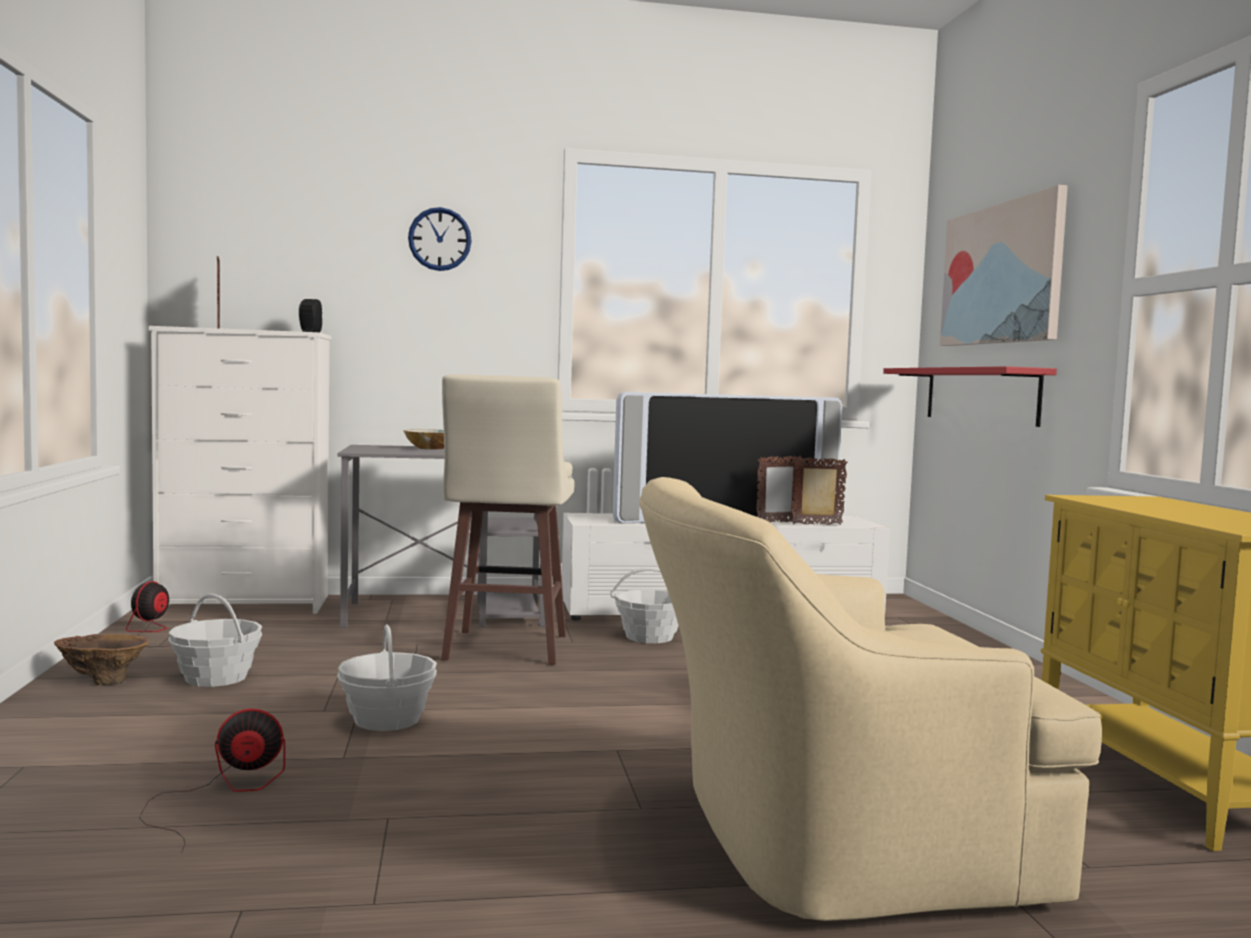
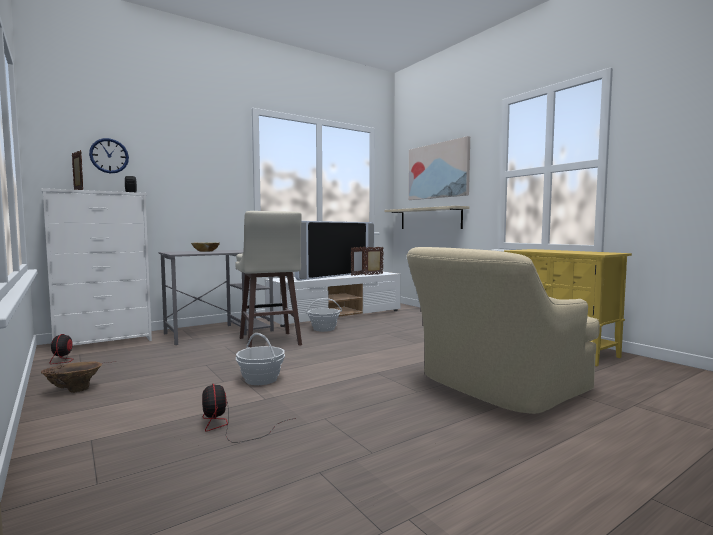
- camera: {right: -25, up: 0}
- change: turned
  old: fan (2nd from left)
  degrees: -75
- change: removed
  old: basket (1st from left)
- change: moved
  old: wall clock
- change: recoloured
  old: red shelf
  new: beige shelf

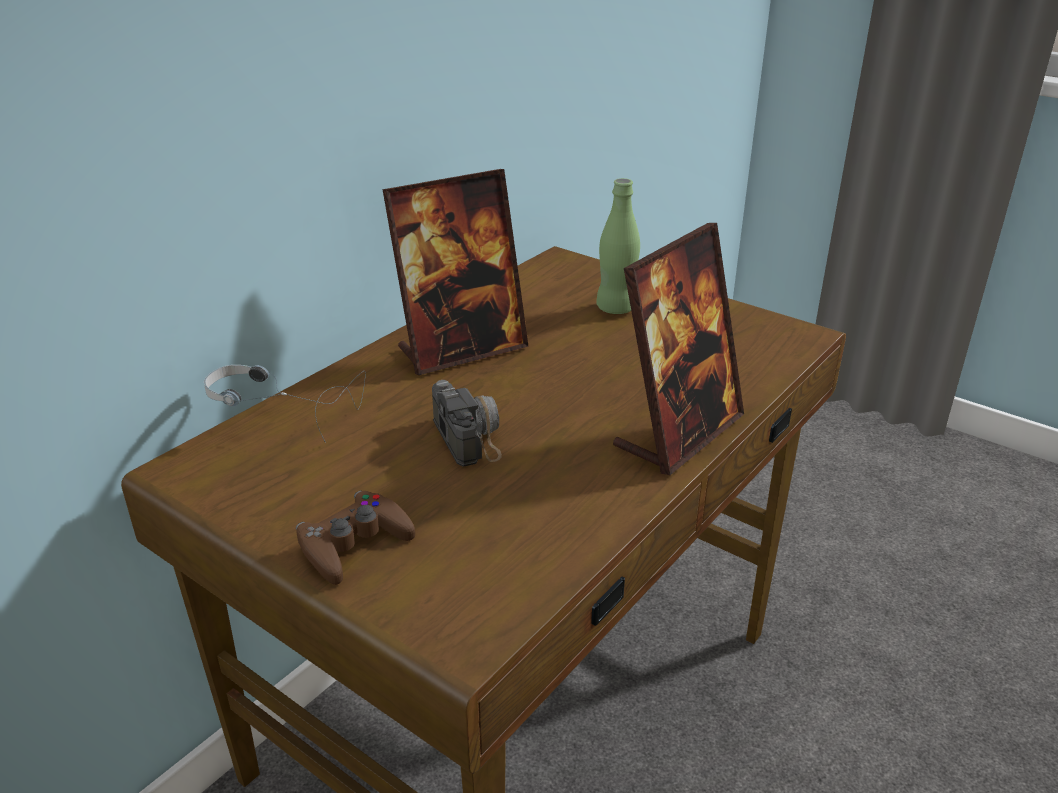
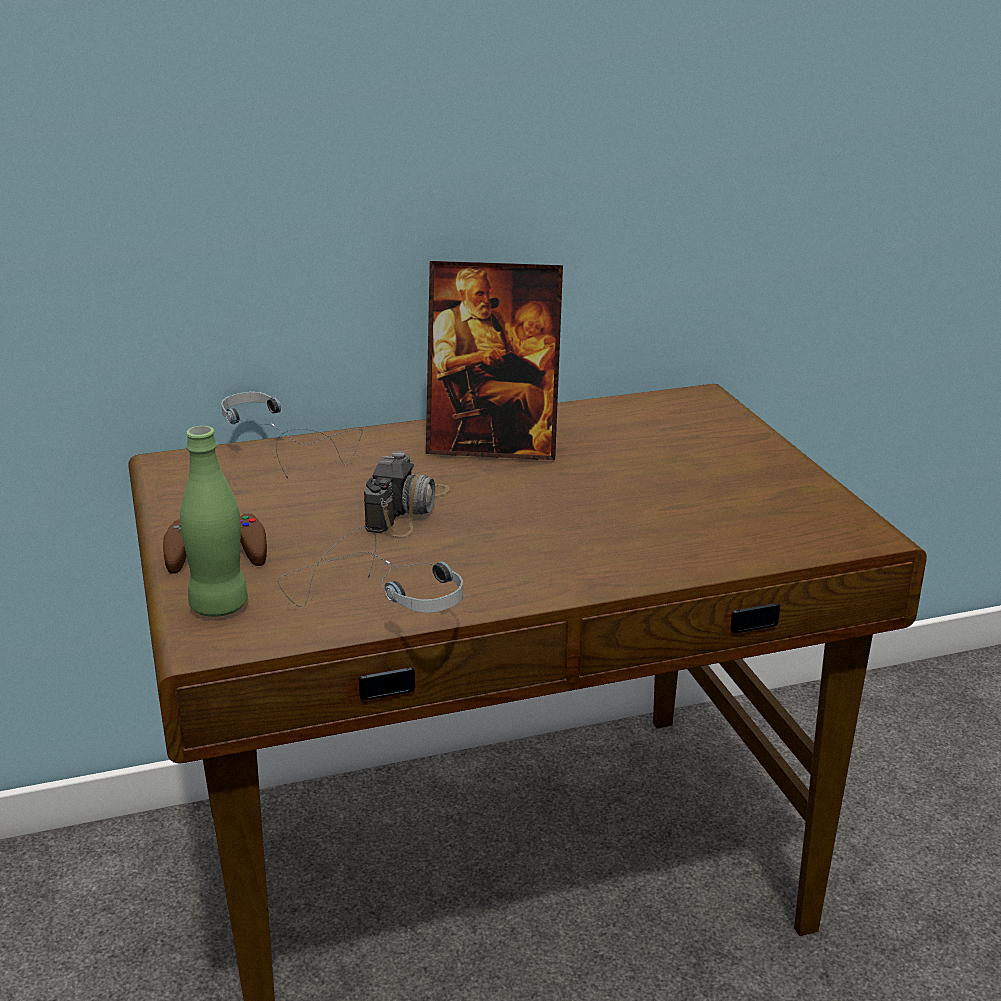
- camera: {right: 35, up: -5}
- change: moved
  old: green bottle
- change: removed
  old: picture frame (2nd from left)
- change: added
  new: headphones (2nd from left)

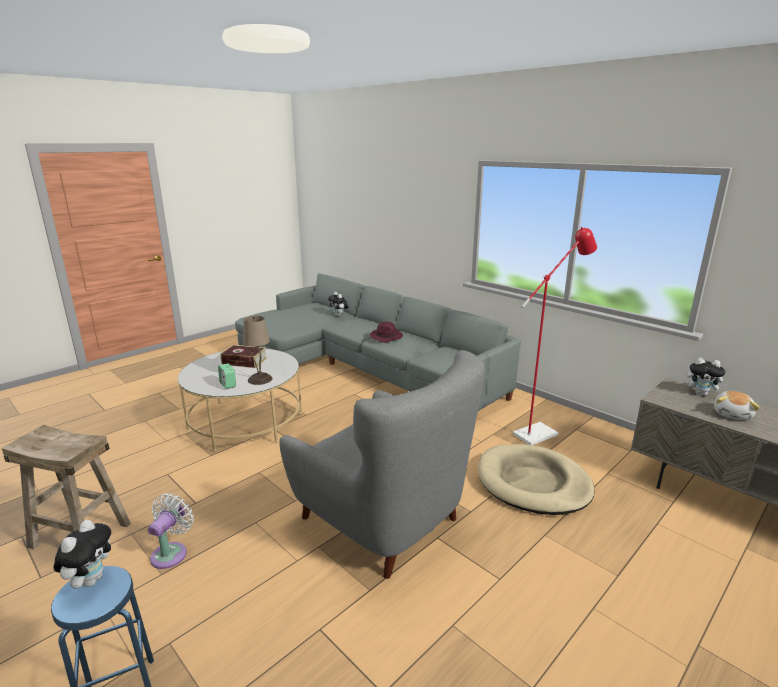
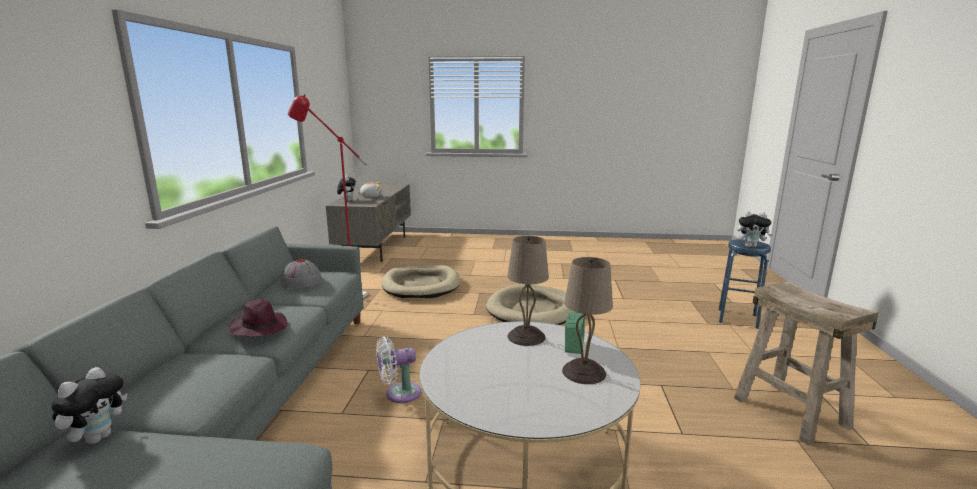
- camera: {right: -130, up: -5}
- change: turned
  old: plush toy (1st from left in the first image)
  degrees: -135
- change: moved
  old: white fan
- change: removed
  old: book
- change: replaced
  old: grey armchair
  new: beige dog bed (2nd from left)
- change: added
  new: grey hat
- change: added
  new: beige table lamp (2nd from left)

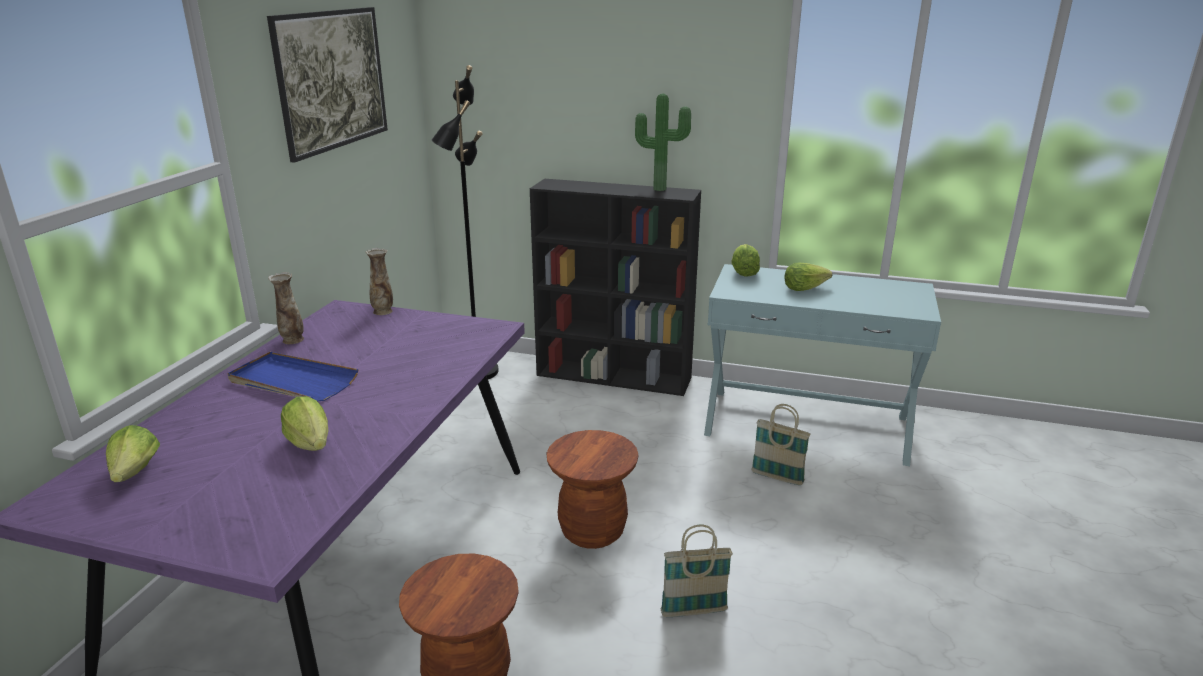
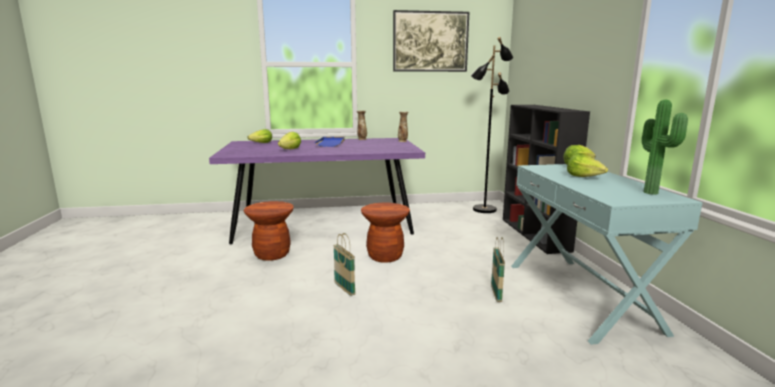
- camera: {right: 65, up: -10}
- change: moved
  old: potted plant

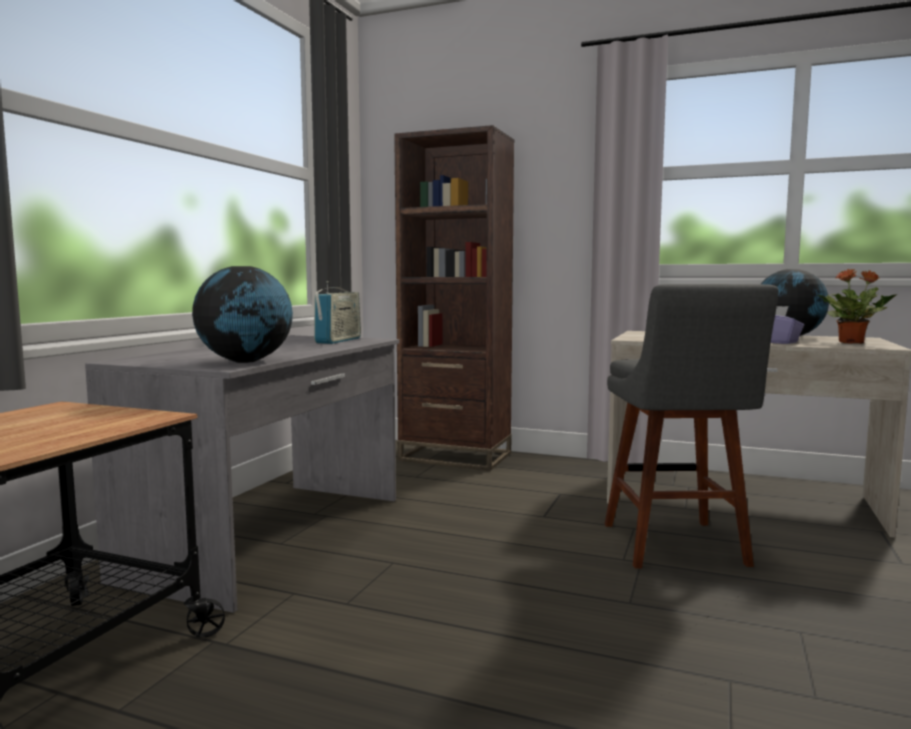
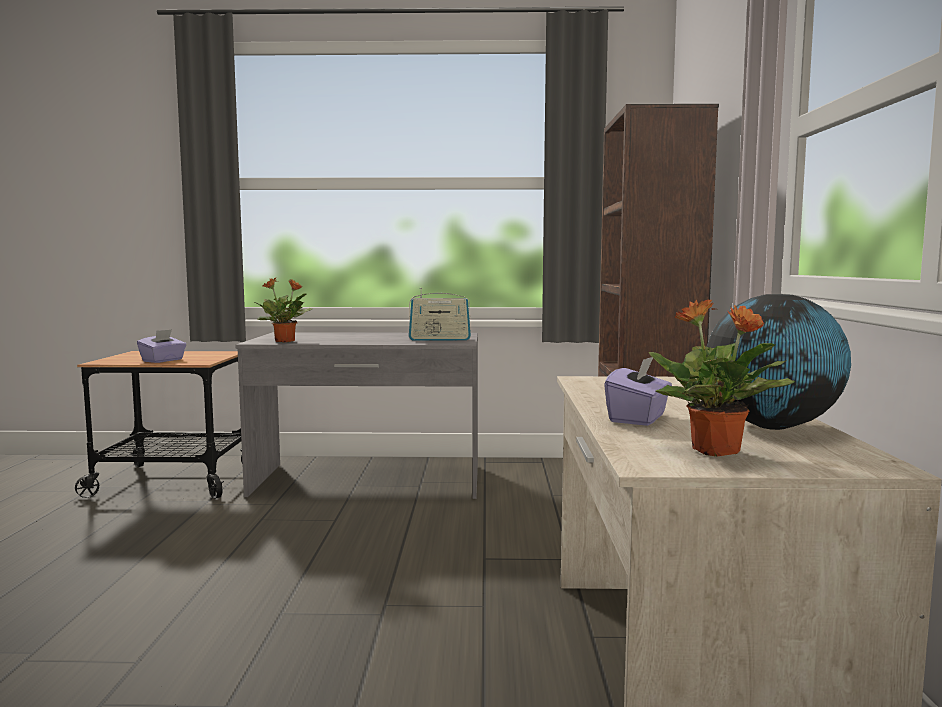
- camera: {right: 70, up: 0}
- change: replaced
  old: globe (1st from left)
  new: potted plant (1st from left)
- change: removed
  old: grey stool
- change: added
  new: purple tissue box (1st from left)

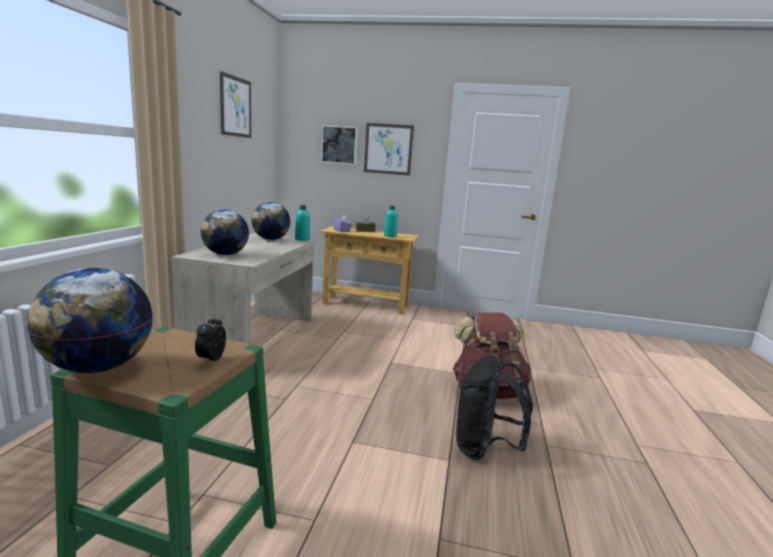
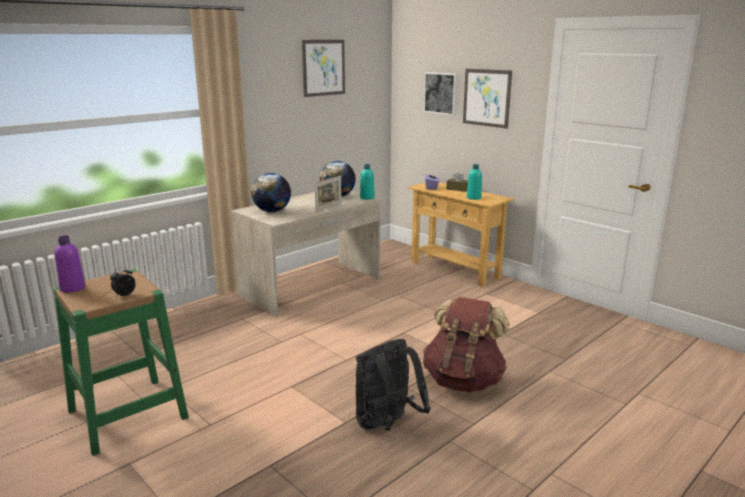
- camera: {right: 35, up: 5}
- change: replaced
  old: globe (1st from left)
  new: purple bottle
- change: added
  new: picture frame

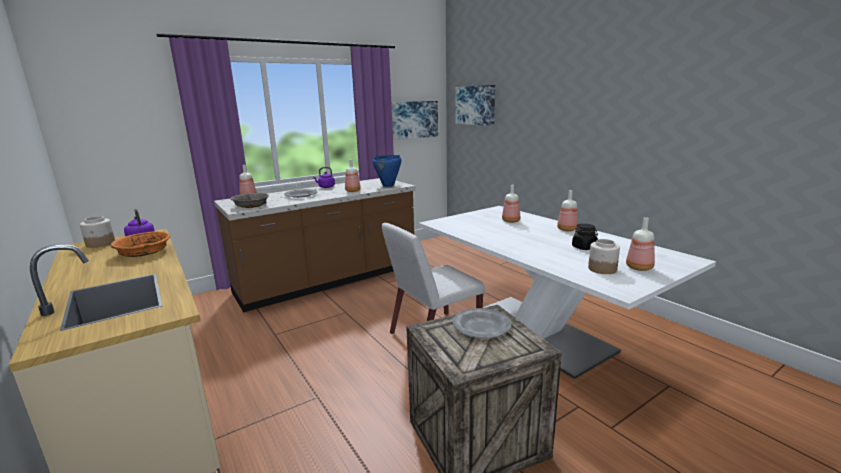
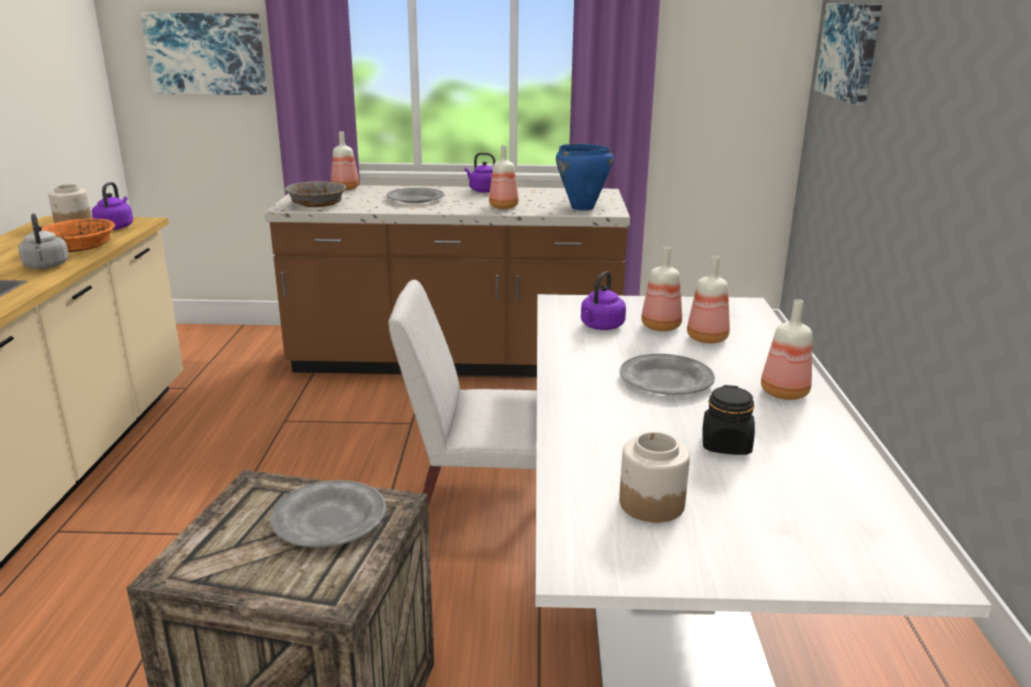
- camera: {right: 35, up: 5}
- change: moved
  old: picture (1st from left)
- change: moved
  old: bottle (5th from left in the first image)
  new: bottle (3rd from left)
- change: added
  new: grey kettle
- change: added
  new: purple kettle (3rd from left)
- change: added
  new: grey plate (3rd from left)

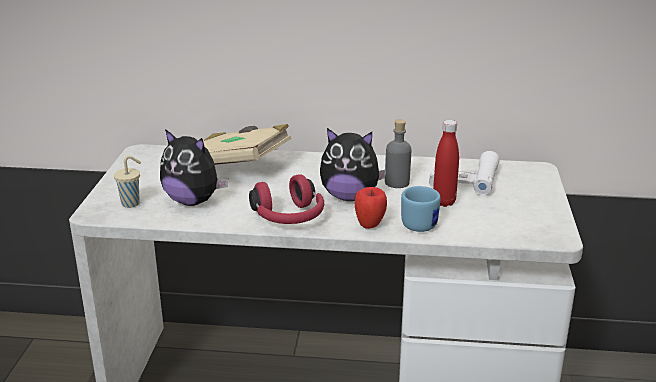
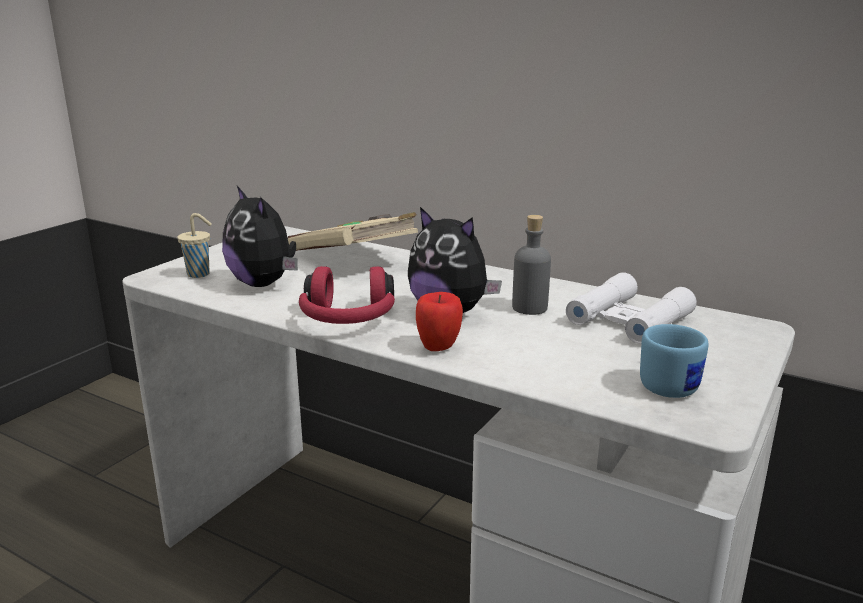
- camera: {right: 25, up: -5}
- change: moved
  old: blue mug
- change: removed
  old: red bottle

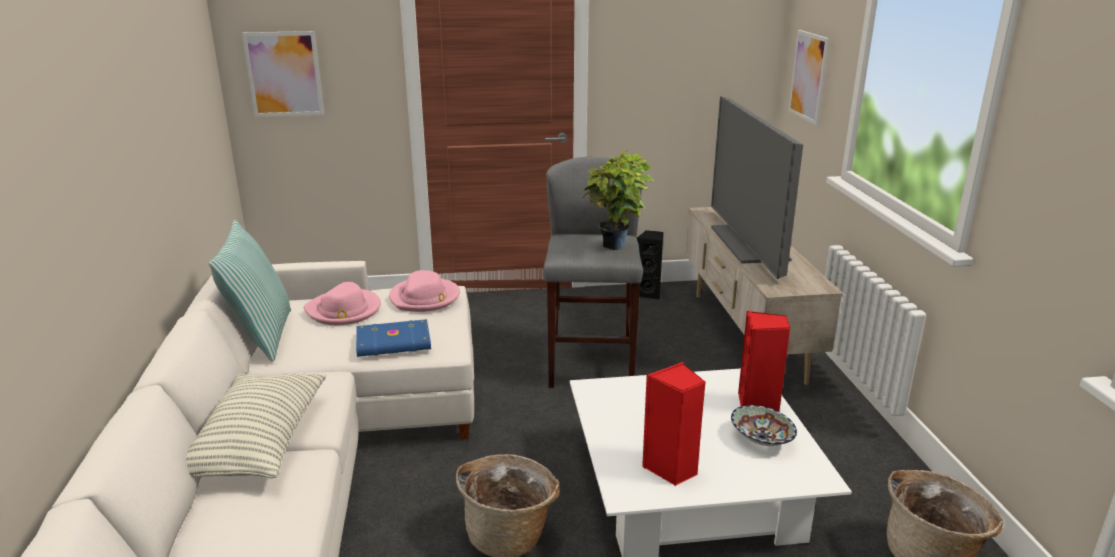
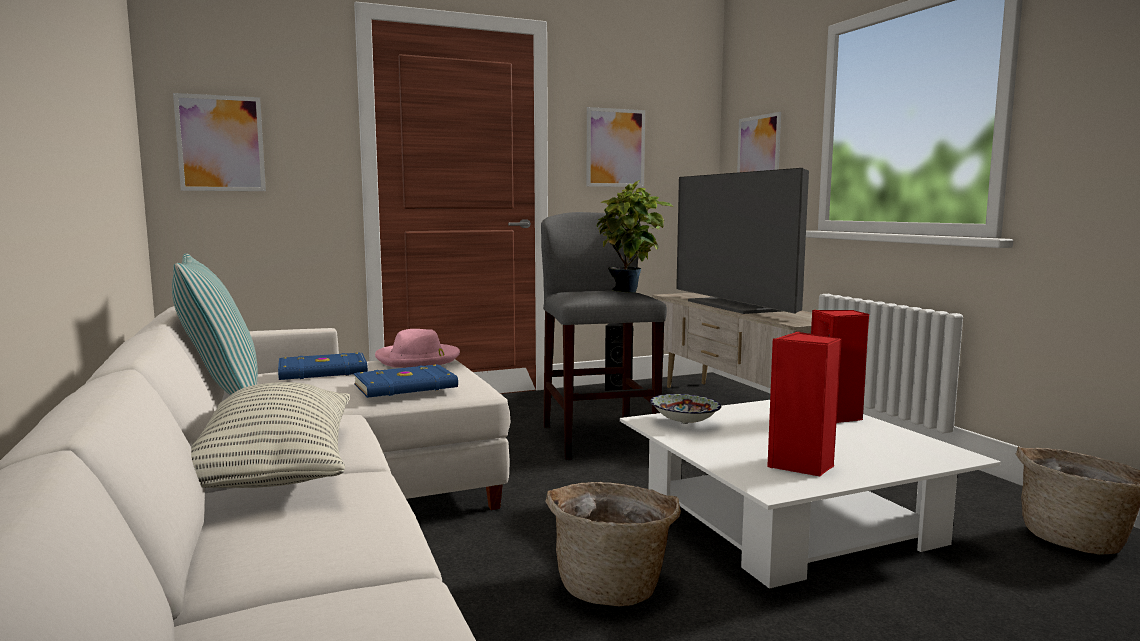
- camera: {right: -15, up: -15}
- change: replaced
  old: pink hat (1st from left)
  new: blue book (1st from left)
- change: moved
  old: bowl
- change: added
  new: picture (2nd from left)

